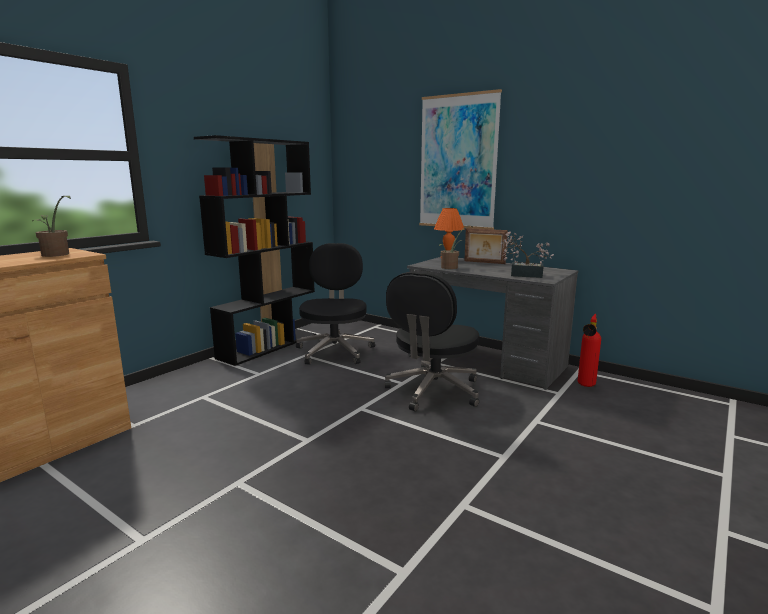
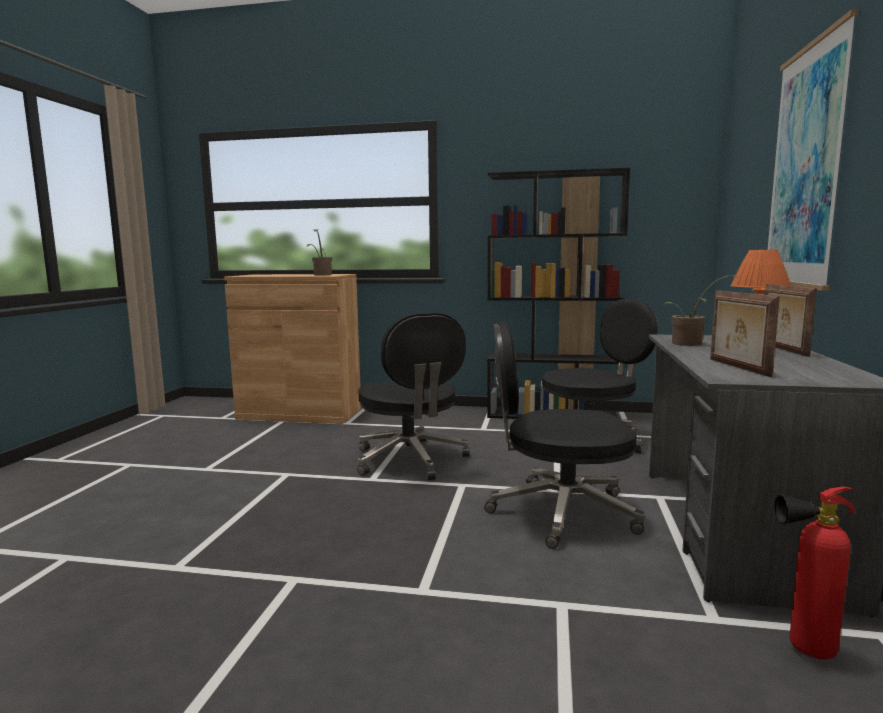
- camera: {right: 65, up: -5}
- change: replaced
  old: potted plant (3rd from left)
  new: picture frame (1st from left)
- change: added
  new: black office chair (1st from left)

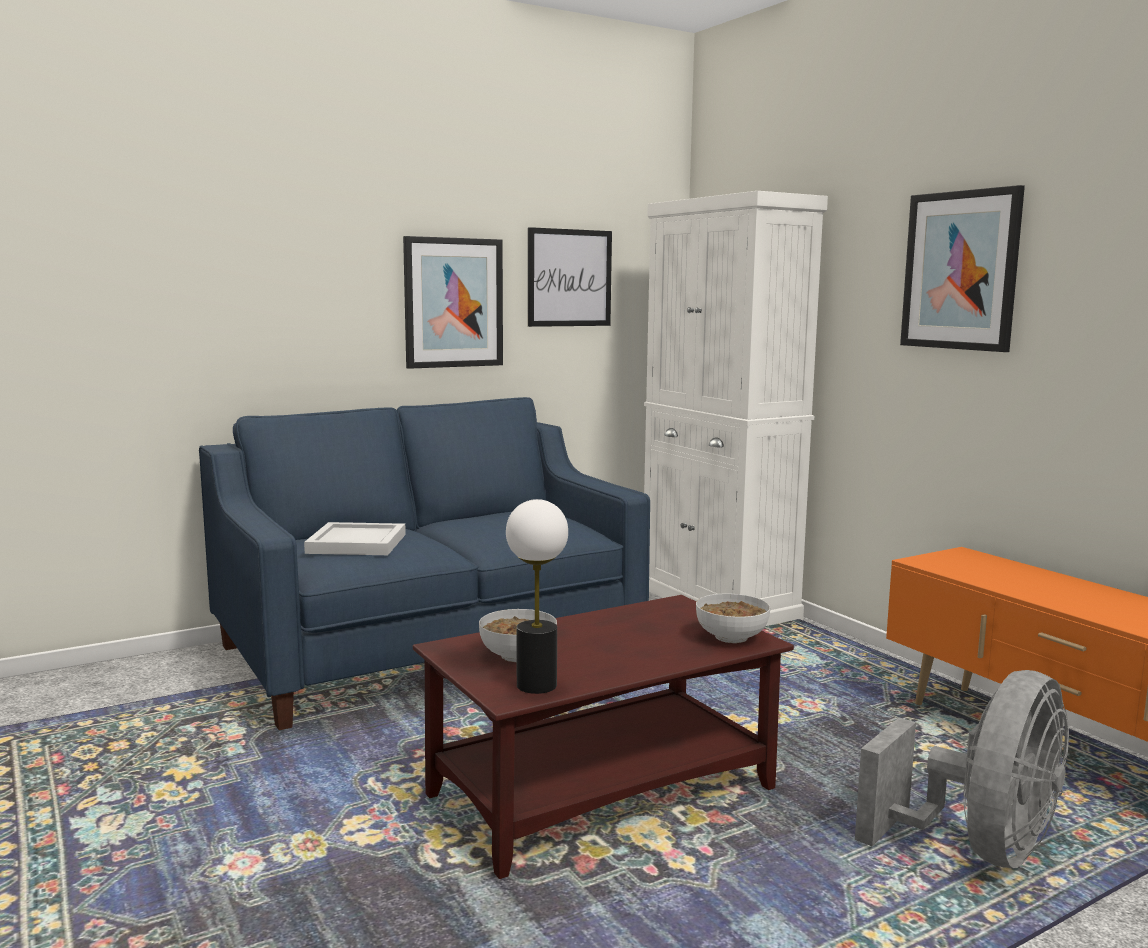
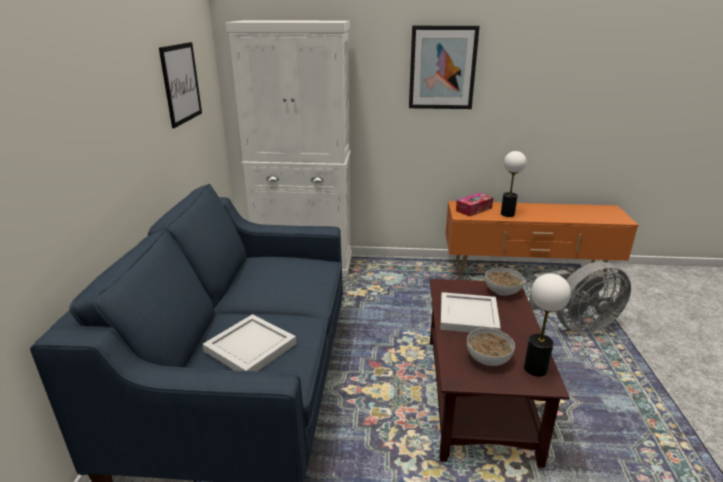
- camera: {right: -55, up: 15}
- change: removed
  old: picture (1st from left)
- change: turned
  old: grey fan
  degrees: 90
- change: added
  new: white tray (2nd from left)
- change: added
  new: tissue box
- change: added
  new: table lamp (1st from left)

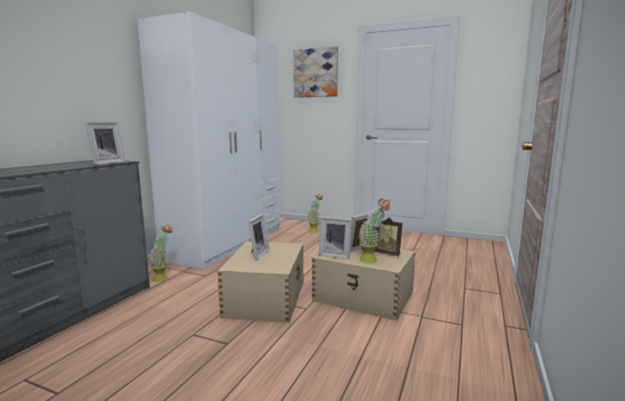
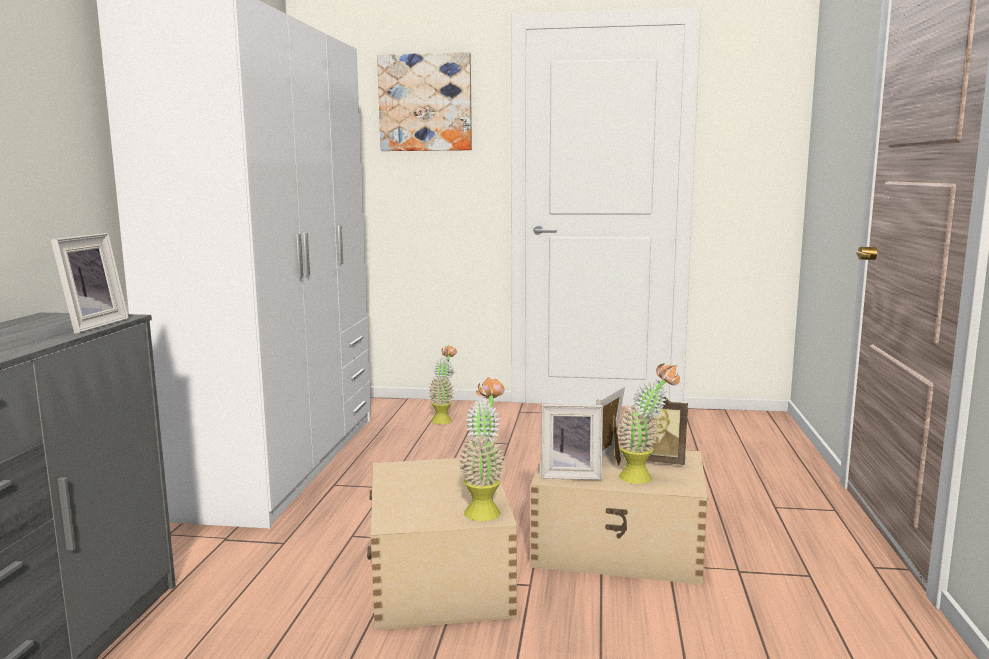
- camera: {right: -15, up: 0}
- change: moved
  old: potted plant (1st from left in the first image)
  new: potted plant (2nd from left)
- change: removed
  old: picture frame (2nd from left)

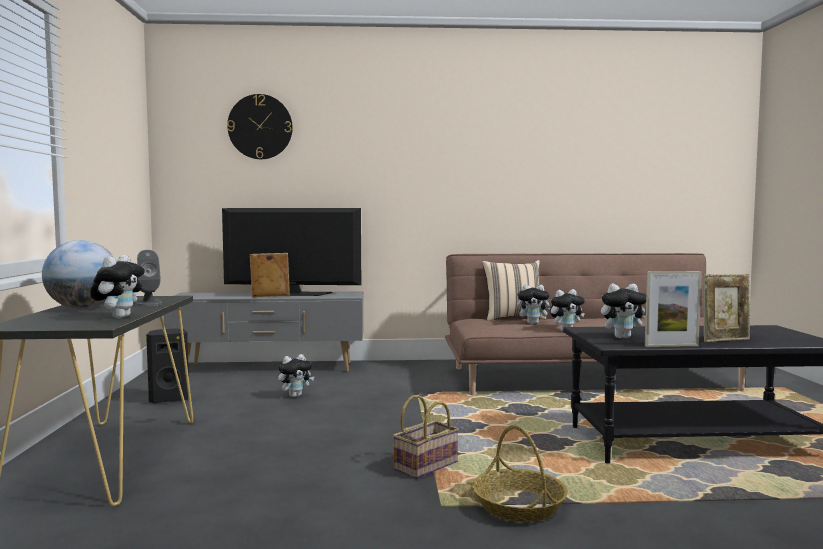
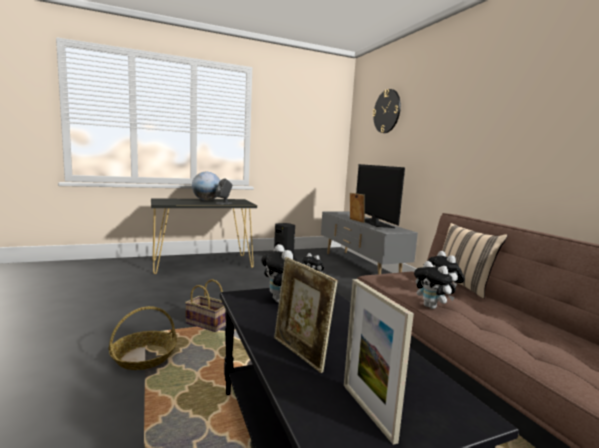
- camera: {right: 70, up: 5}
- change: removed
  old: plush toy (1st from left)
- change: moved
  old: picture frame (2nd from left in the first image)
  new: picture frame (3rd from left)

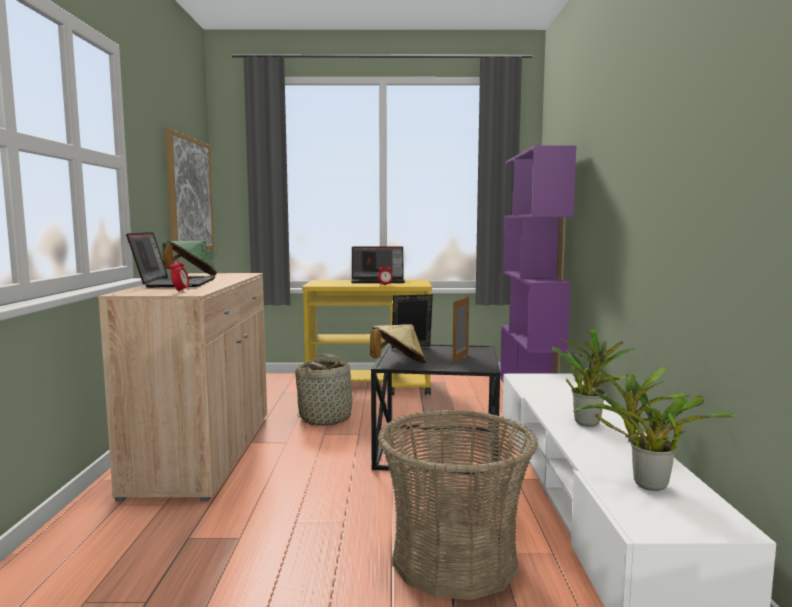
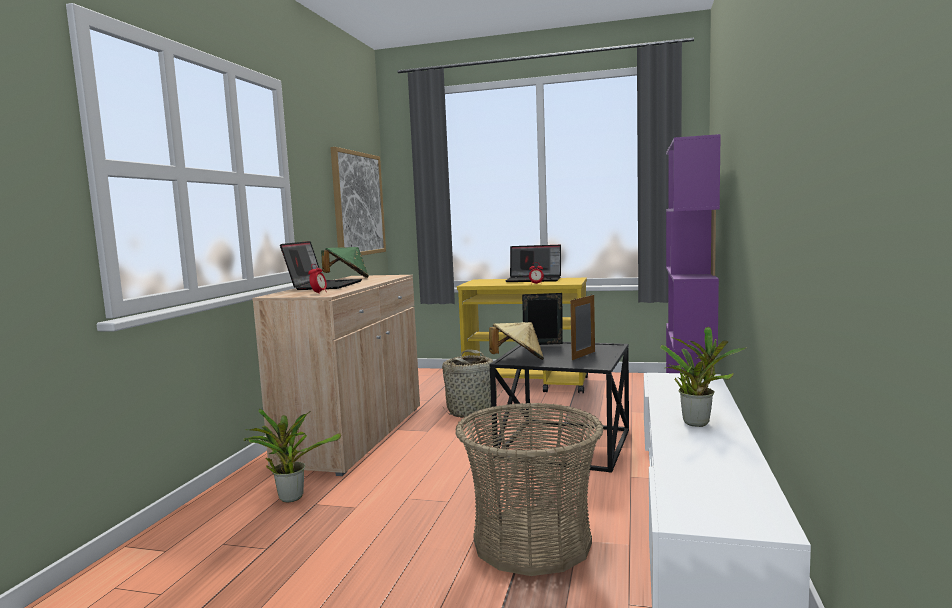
- camera: {right: 15, up: 0}
- change: moved
  old: potted plant (2nd from left in the first image)
  new: potted plant (1st from left)

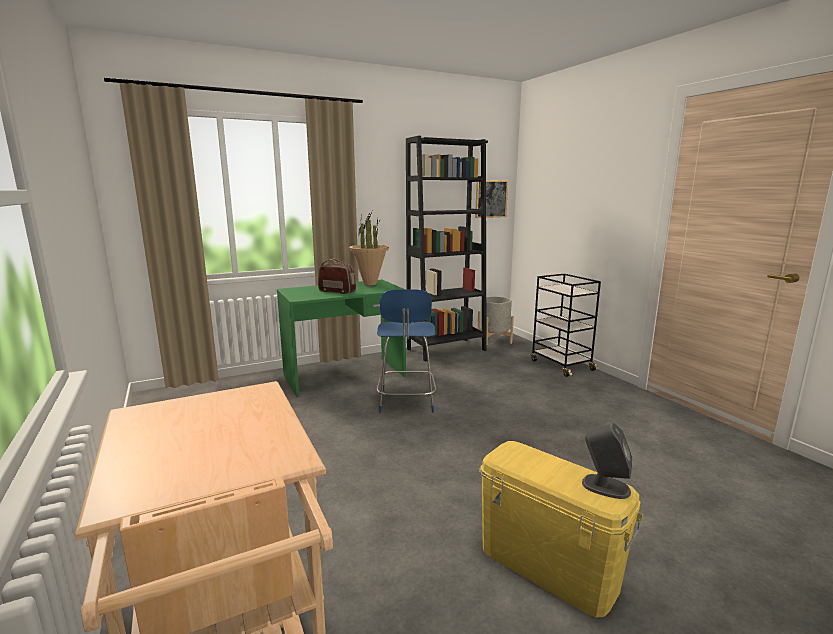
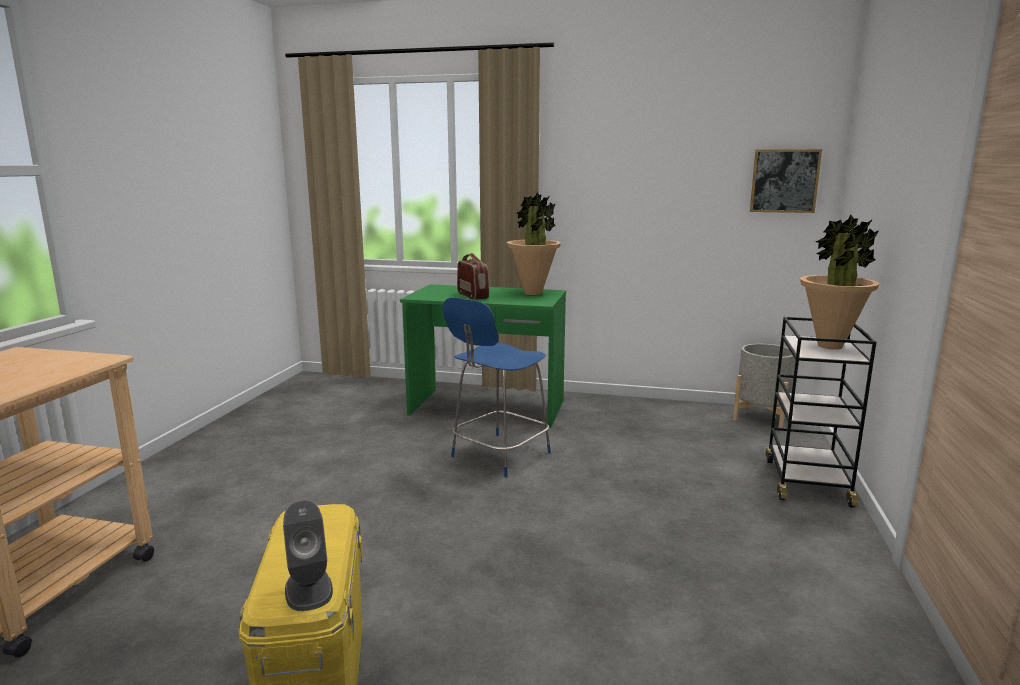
- camera: {right: 40, up: 0}
- change: removed
  old: black bookcase
- change: added
  new: potted plant (2nd from left)

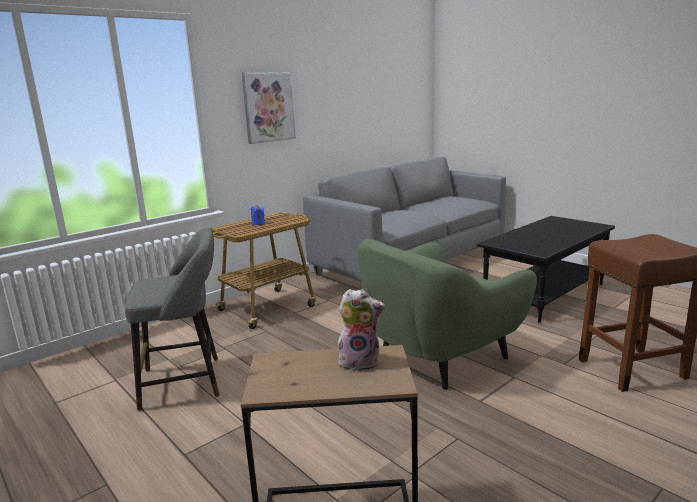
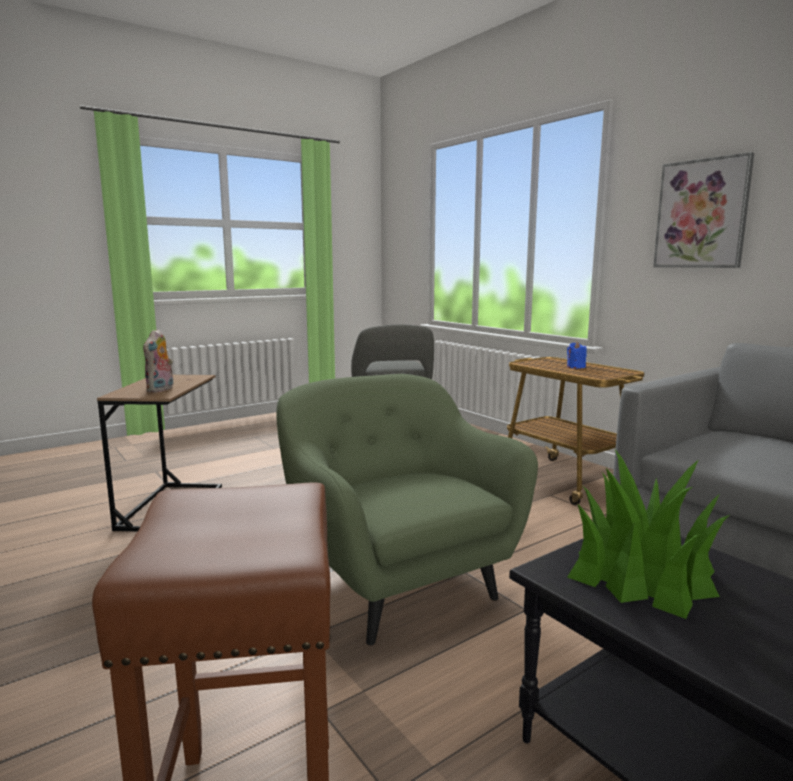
- camera: {right: 95, up: -5}
- change: added
  new: potted plant

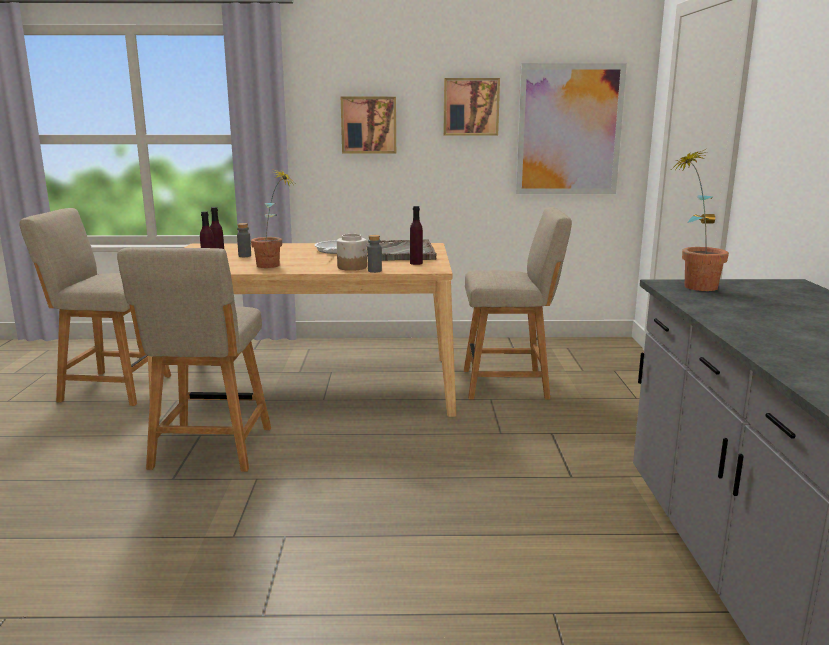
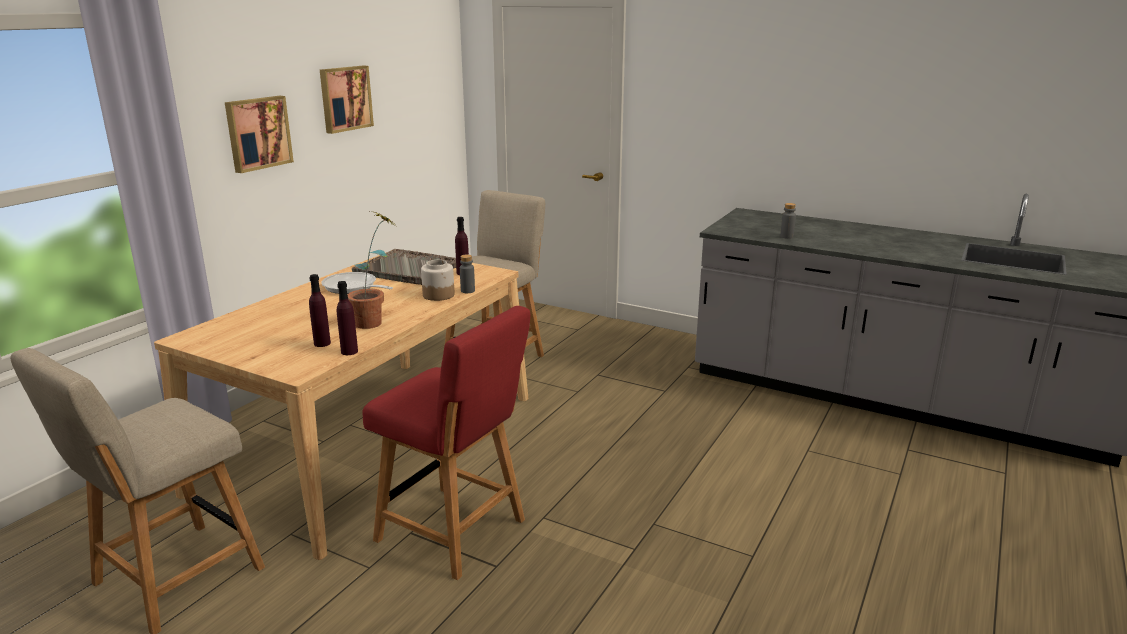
- camera: {right: -60, up: 5}
- change: recoloured
  old: beige chair (2nd from left)
  new: red chair
- change: moved
  old: grey bottle (1st from left in the first image)
  new: grey bottle (2nd from left)
- change: removed
  old: picture (3rd from left)
- change: removed
  old: potted plant (2nd from left)

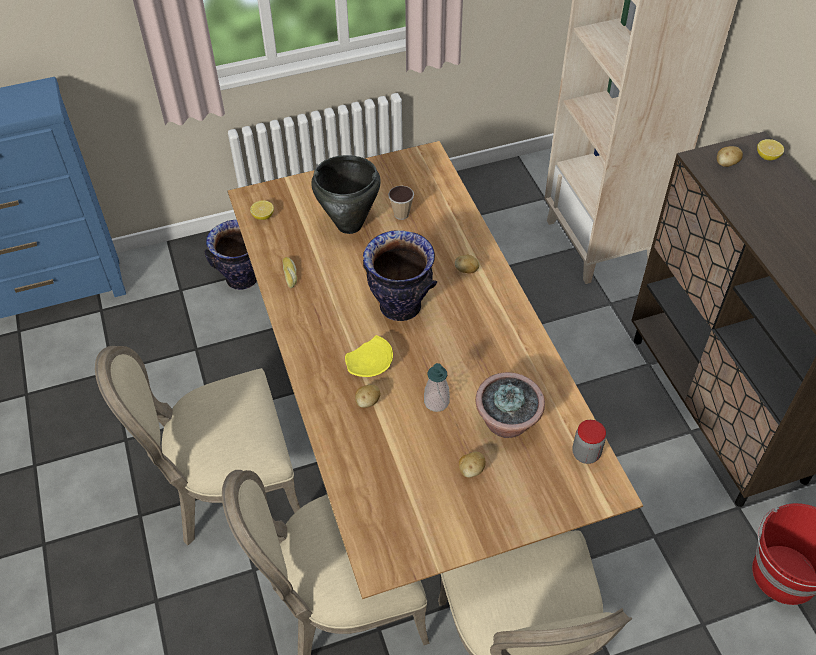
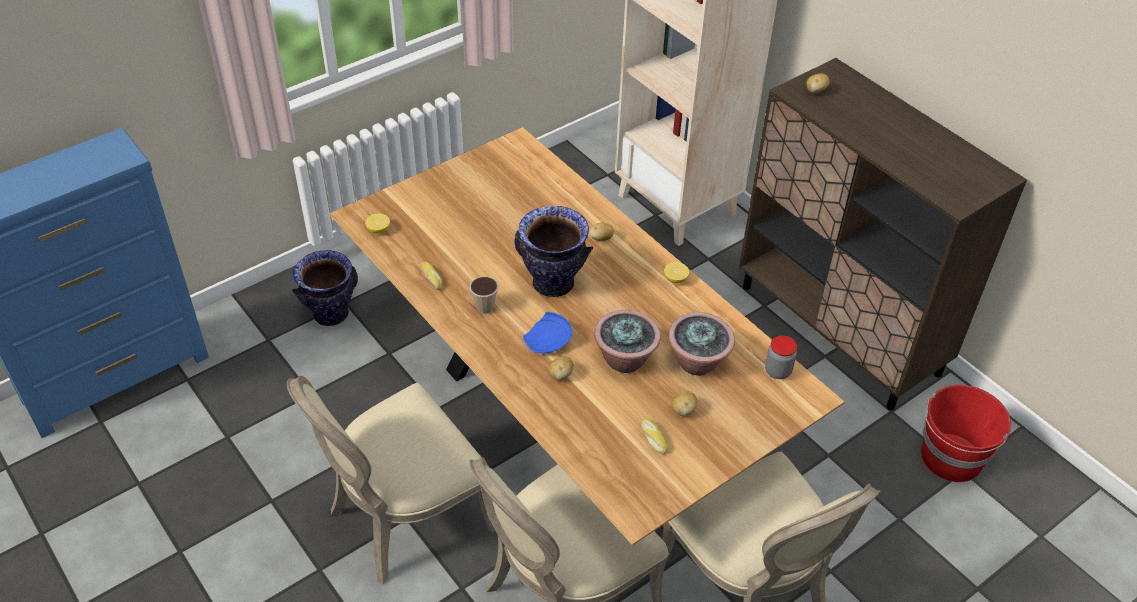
- camera: {right: -20, up: -5}
- change: removed
  old: black cooking pot
- change: recoloured
  old: yellow plate
  new: blue plate
- change: moved
  old: cup
- change: replaced
  old: soap dispenser
  new: potted plant (1st from left)
- change: moved
  old: lemon (2nd from left)
- change: added
  new: bread (2nd from left)

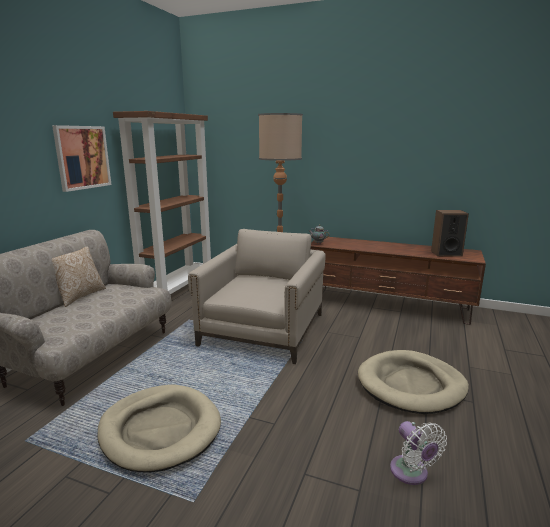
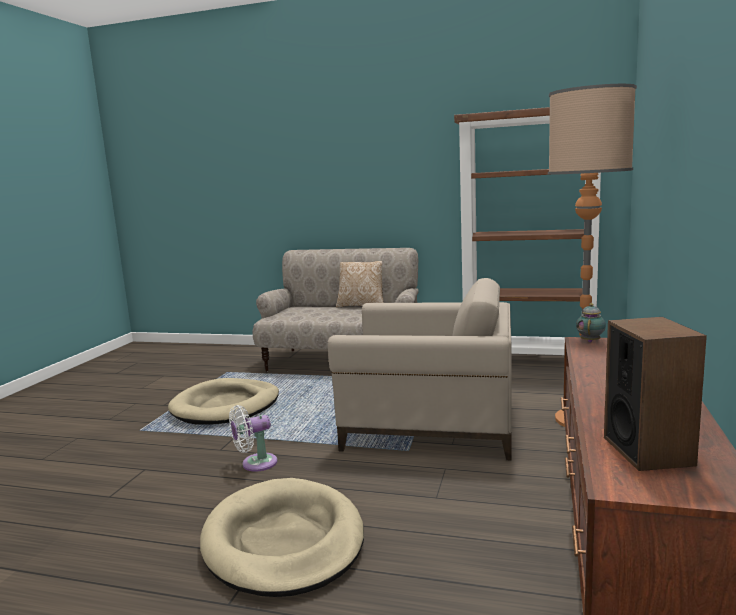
- camera: {right: 85, up: -5}
- change: removed
  old: picture
- change: moved
  old: white fan

